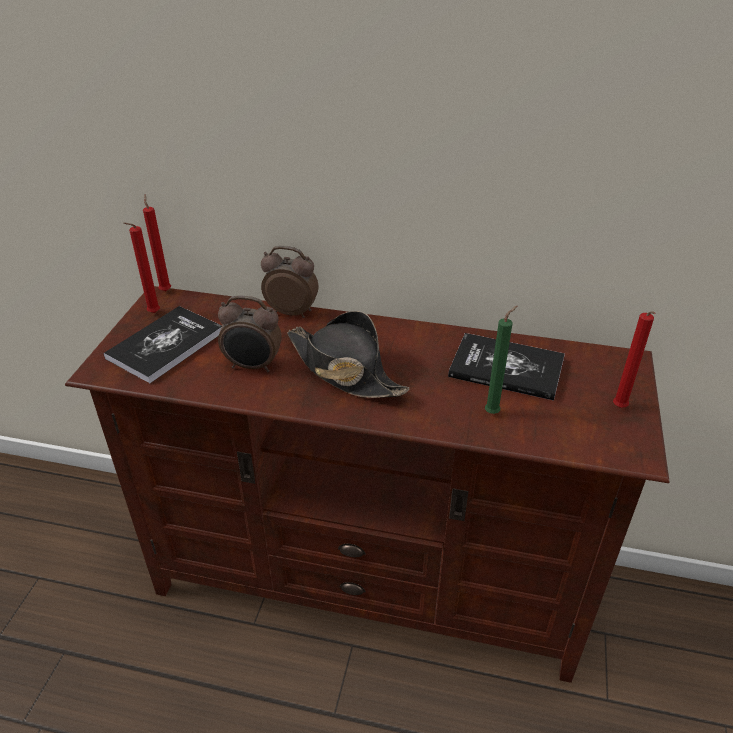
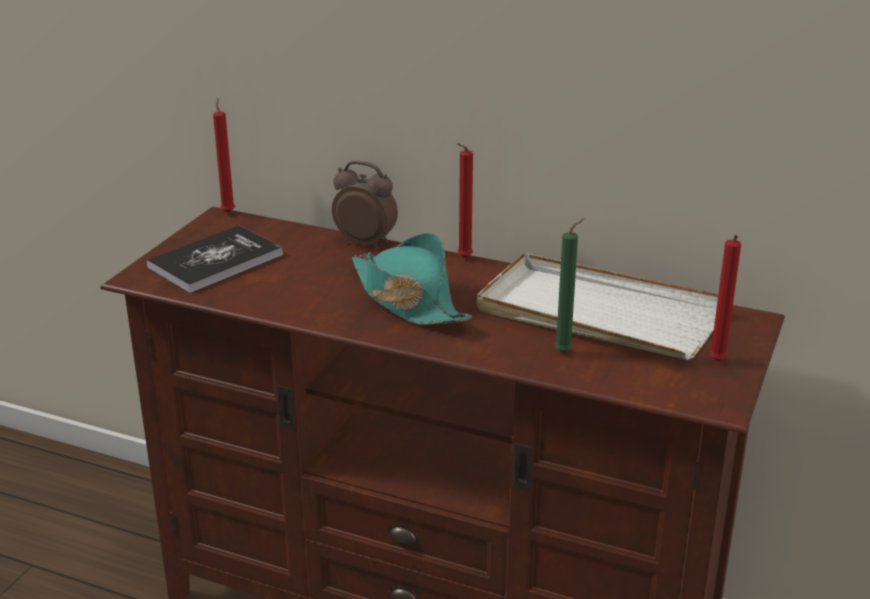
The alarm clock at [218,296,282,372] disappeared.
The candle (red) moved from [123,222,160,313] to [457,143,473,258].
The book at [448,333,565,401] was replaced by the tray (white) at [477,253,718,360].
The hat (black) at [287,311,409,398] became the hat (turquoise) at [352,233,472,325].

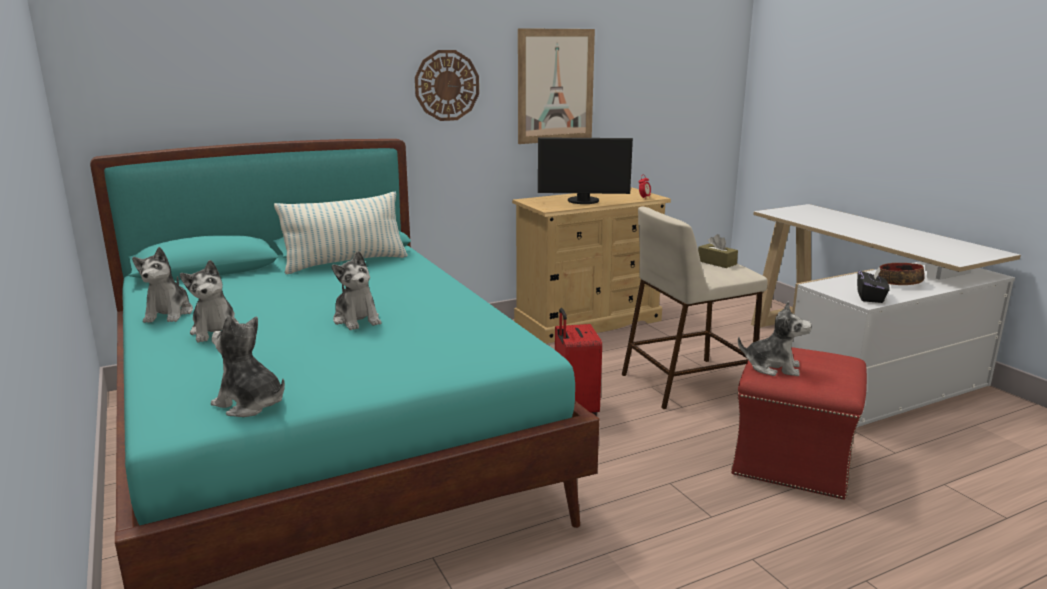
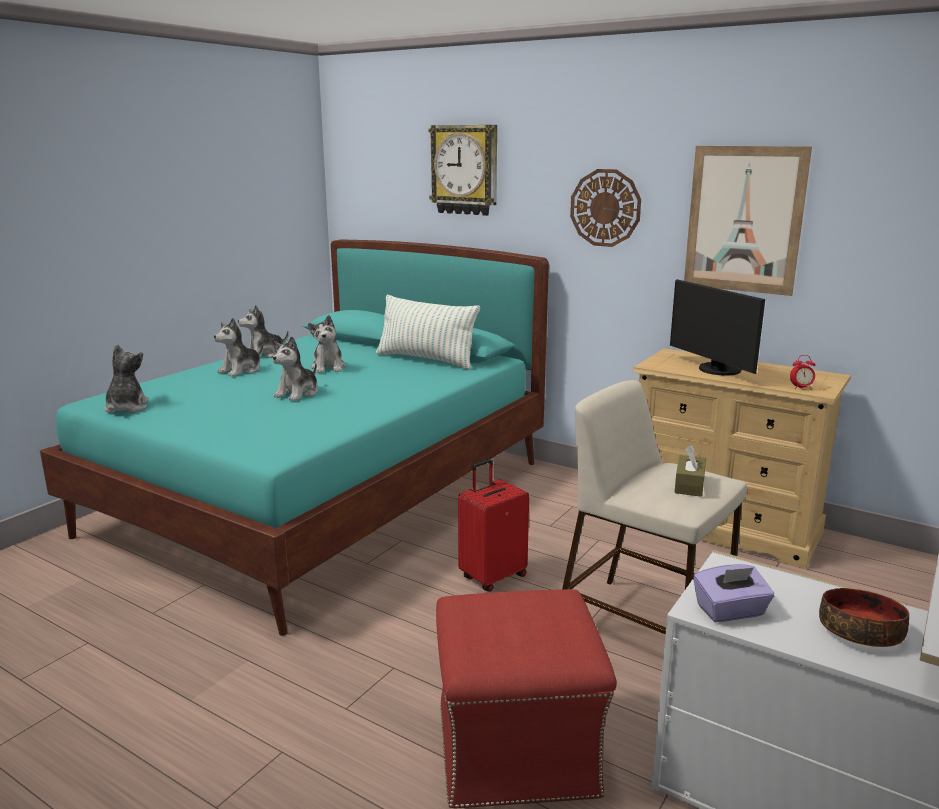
The wall clock at [428,125,497,216] appeared.
The plush toy moved from [738,301,812,376] to [308,315,346,373].
The tissue box (black) at [857,267,890,303] became the tissue box (purple) at [693,564,774,622].

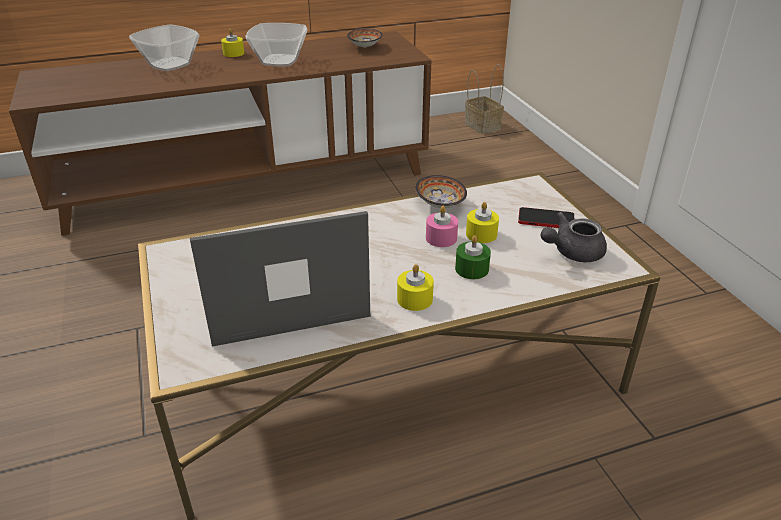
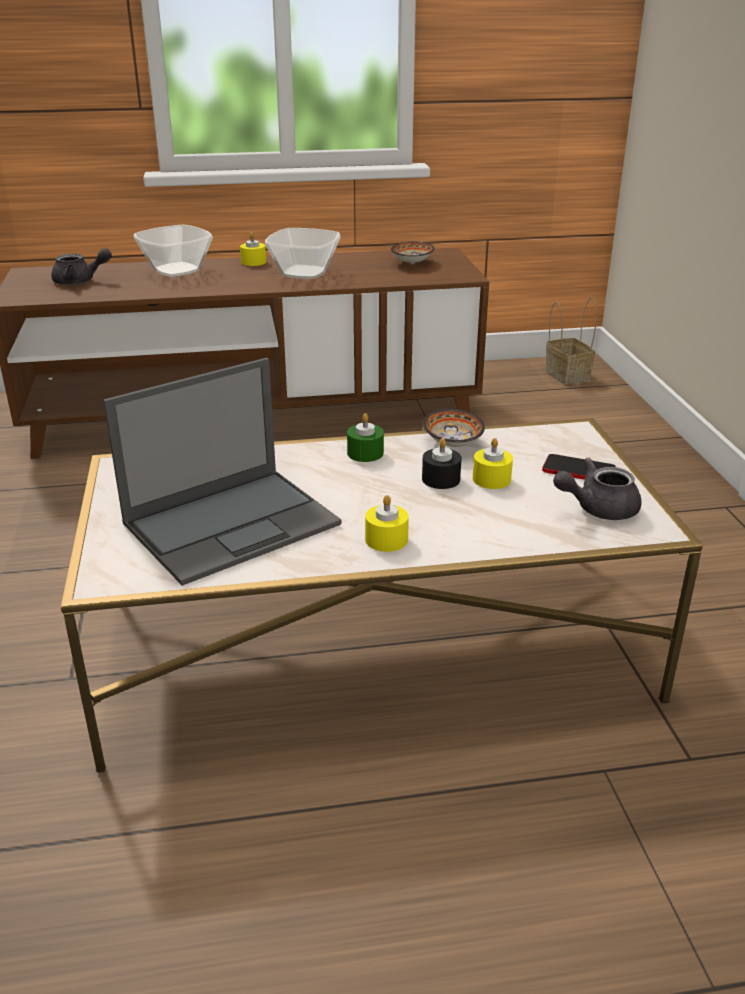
The teapot (grey) at [51,248,112,285] appeared.
The candle (green) moved from [455,235,491,279] to [347,413,384,462].
The candle (pink) at [426,205,458,247] became the candle (black) at [422,438,461,489].
The laptop at [190,211,371,347] turned 150 degrees clockwise.

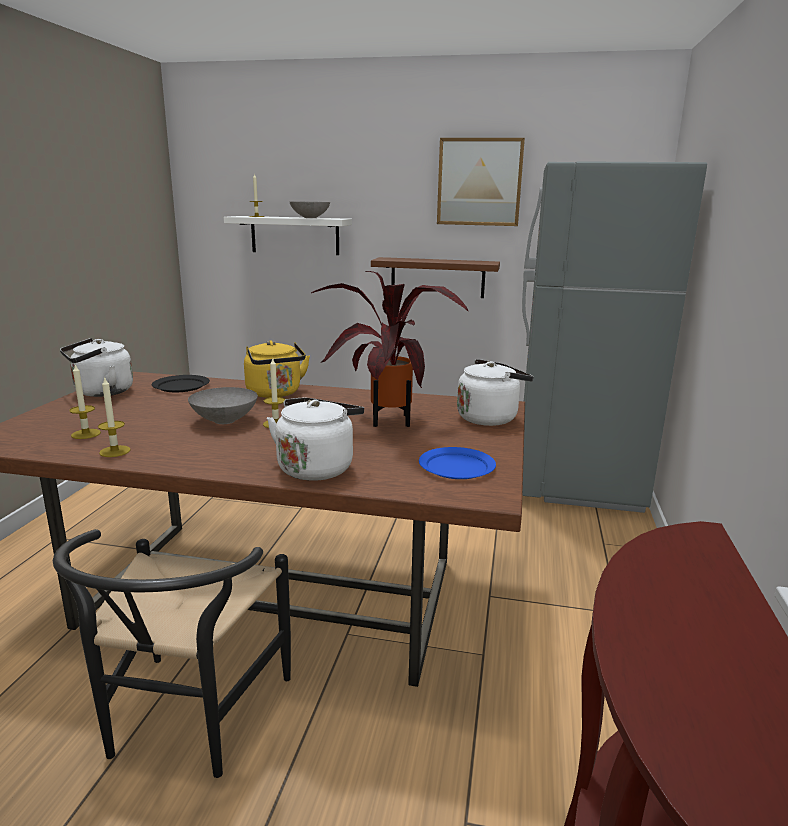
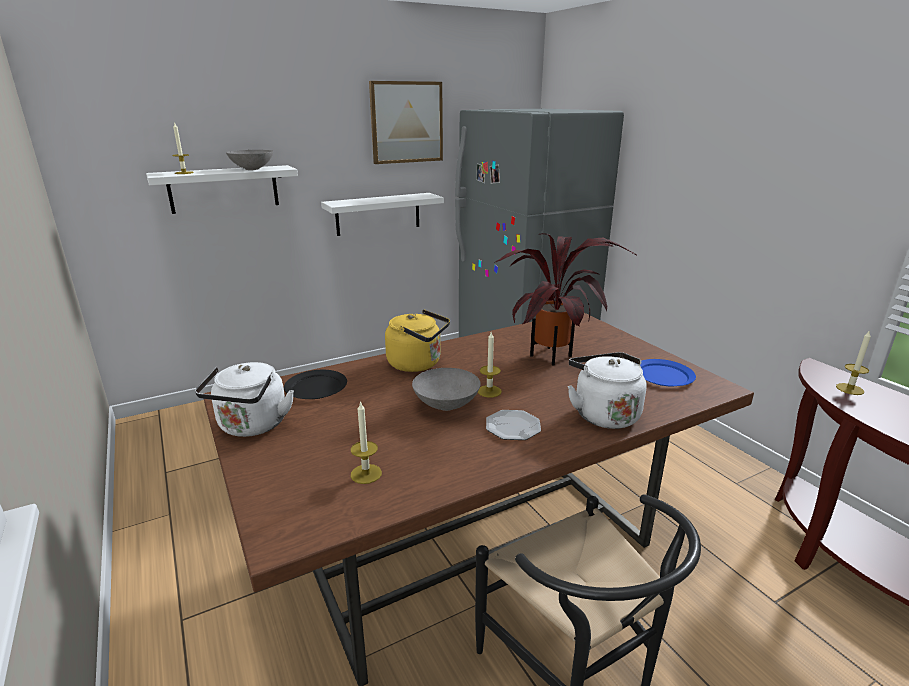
The kettle (white) at [457,359,534,426] disappeared.
The plate at [486,410,541,440] appeared.
The candle moved from [98,376,131,457] to [836,330,871,395].
The shelf (brown) at [371,257,500,298] became the shelf (white) at [321,193,444,236].

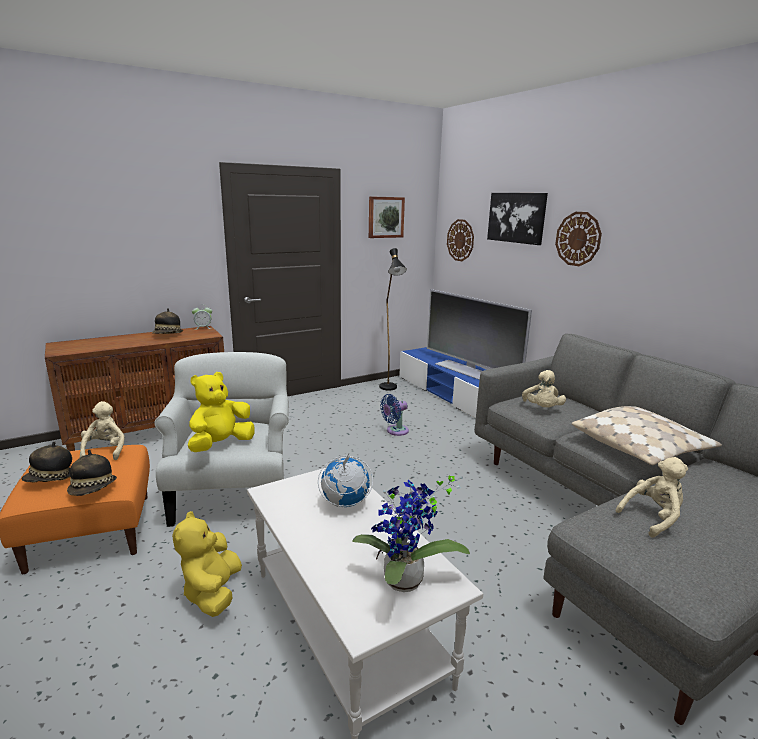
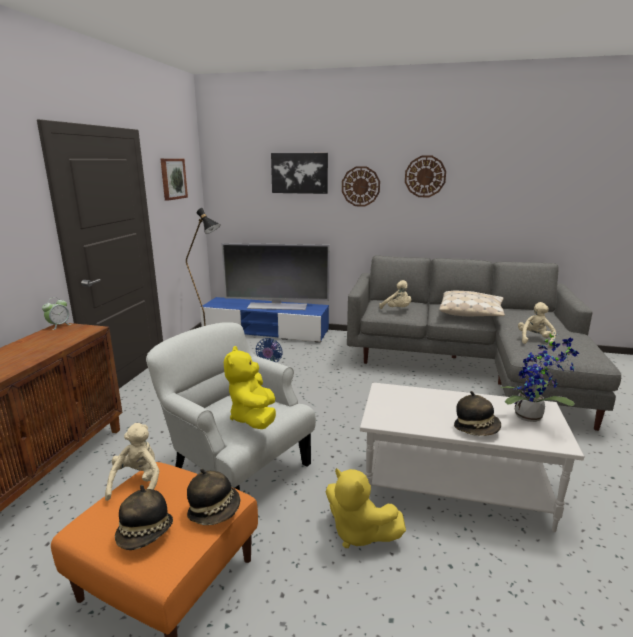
The globe at [318,454,373,507] disappeared.
The hat moved from [152,309,183,334] to [454,391,501,436].
The wall clock moved from [447,219,474,261] to [405,156,446,197].
The plush toy (beige) at [80,401,125,460] turned 60 degrees clockwise.

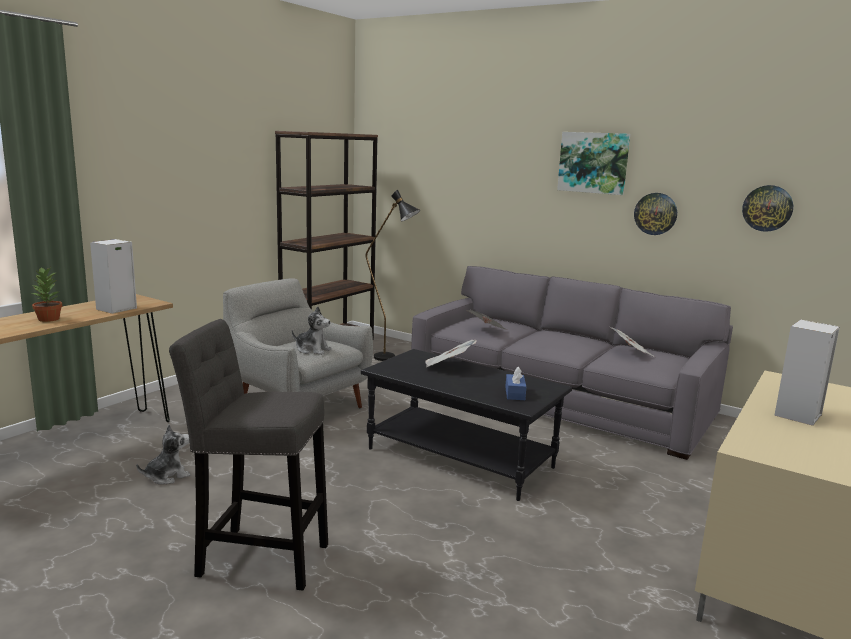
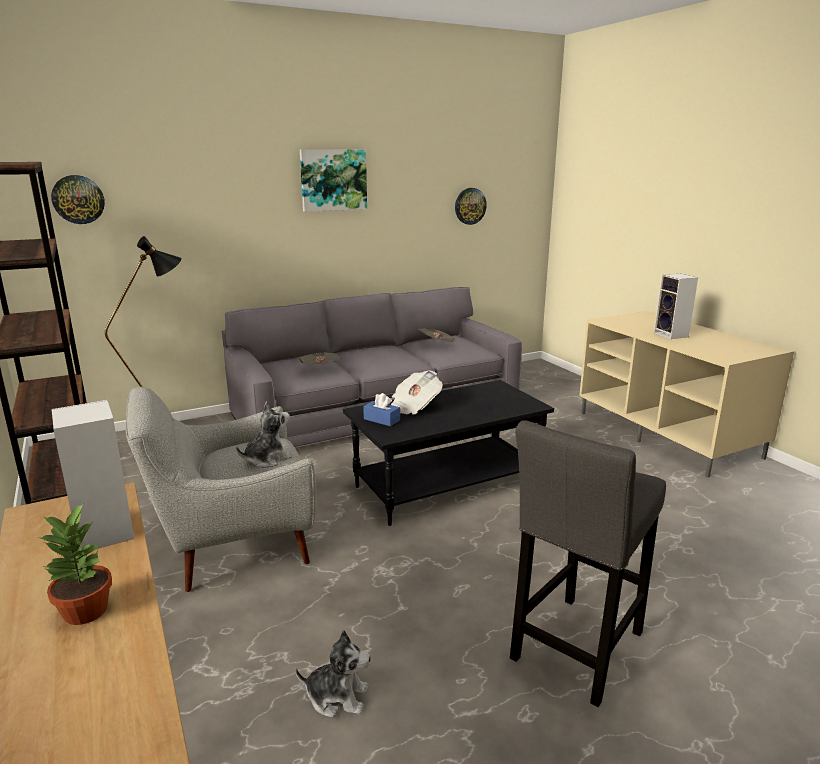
The tissue box (blue) moved from [505,367,526,400] to [363,393,400,426].
The wall clock moved from [634,193,677,235] to [51,175,105,224].
The plush toy at [136,424,190,485] turned 105 degrees clockwise.

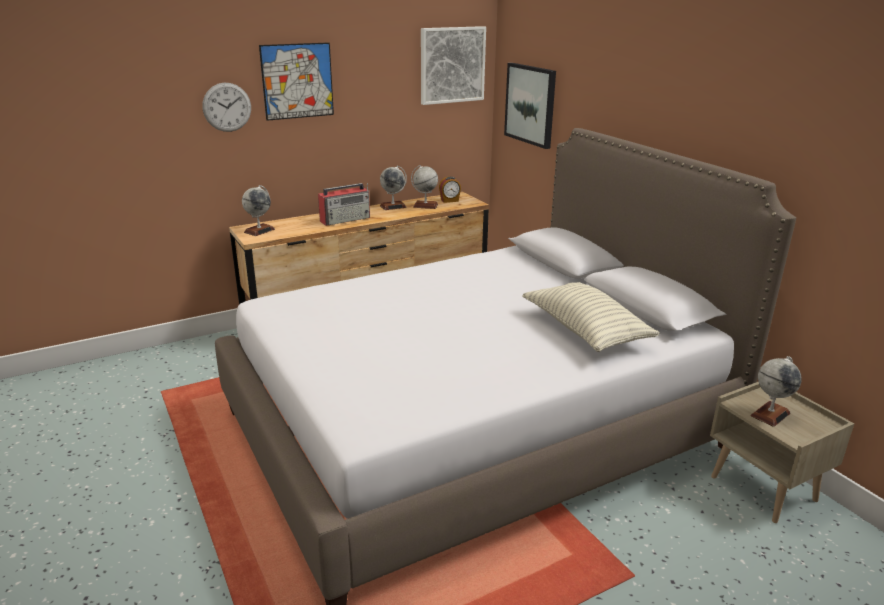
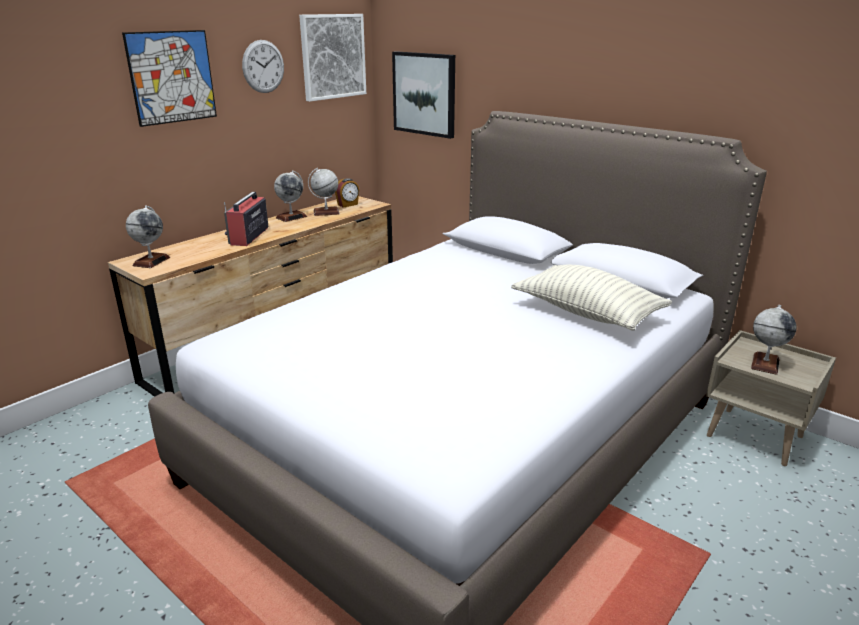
The wall clock moved from [202,83,251,132] to [242,40,284,93].
The radio at [318,183,370,226] turned 150 degrees clockwise.

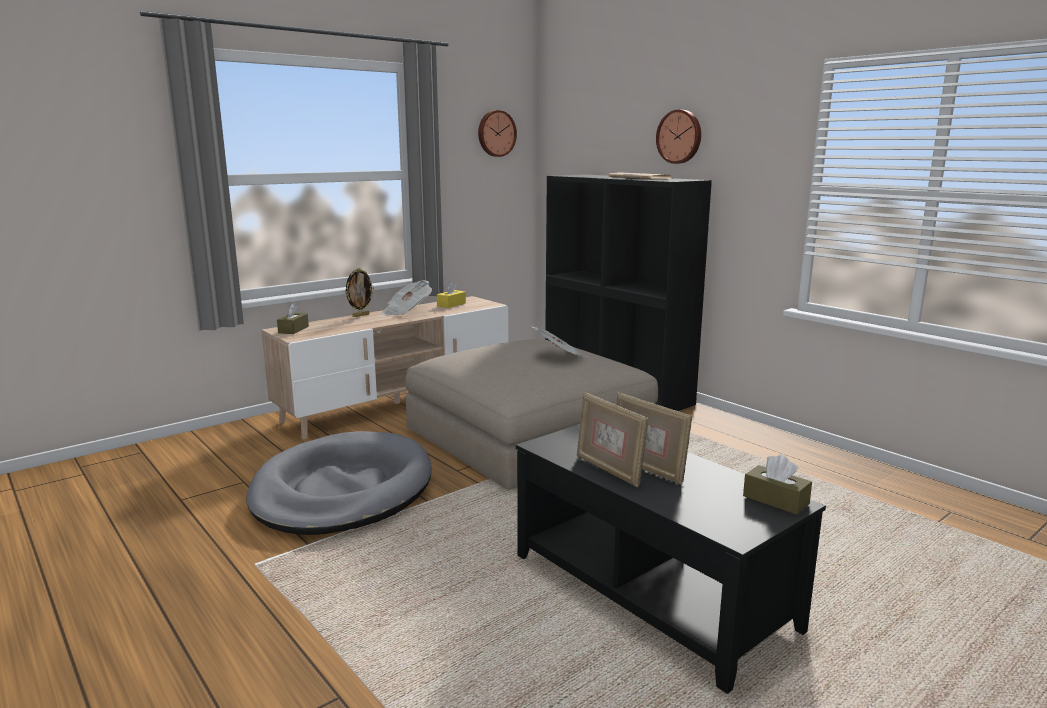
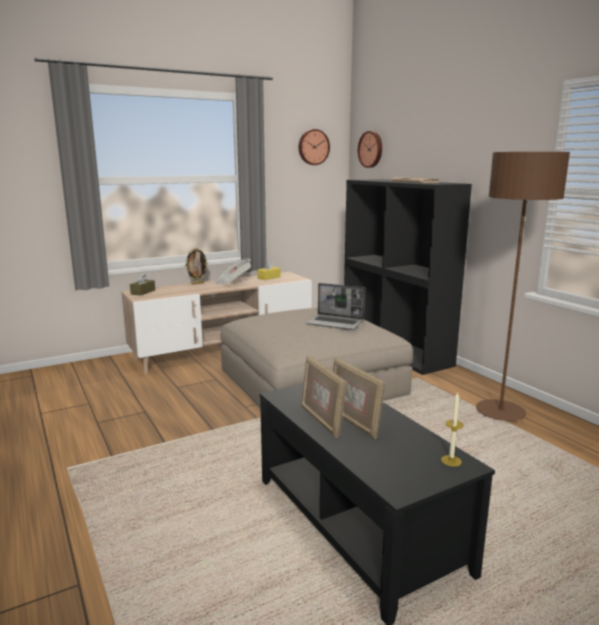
The dog bed (grey) at [246,431,432,535] disappeared.
The floor lamp (brown) at [476,152,570,421] appeared.
The wall clock moved from [656,110,701,164] to [358,131,382,168].
The newspaper at [530,326,590,359] was replaced by the laptop at [306,283,365,330].
The tissue box (brown) at [743,455,812,515] was replaced by the candle at [441,392,464,467].

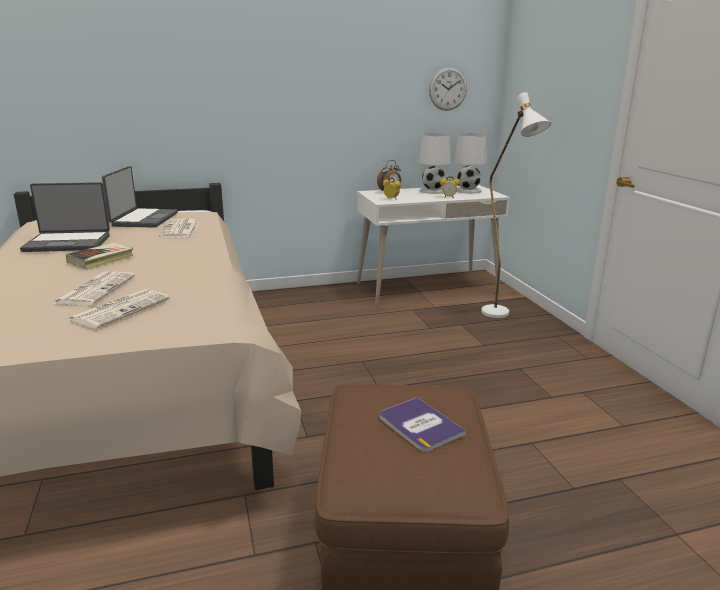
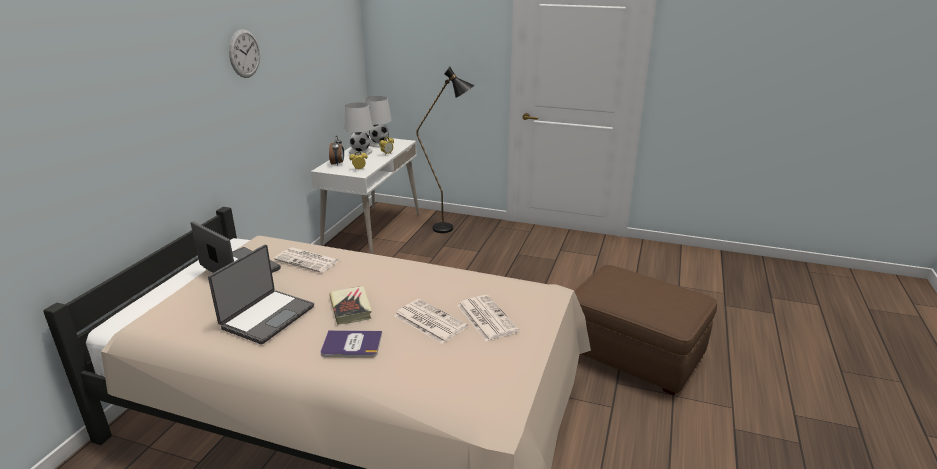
The book moved from [379,397,466,452] to [320,330,382,358].
The wall clock moved from [429,67,467,111] to [229,29,260,78].
The floor lamp (white) at [481,92,551,318] became the floor lamp (black) at [416,67,475,233].

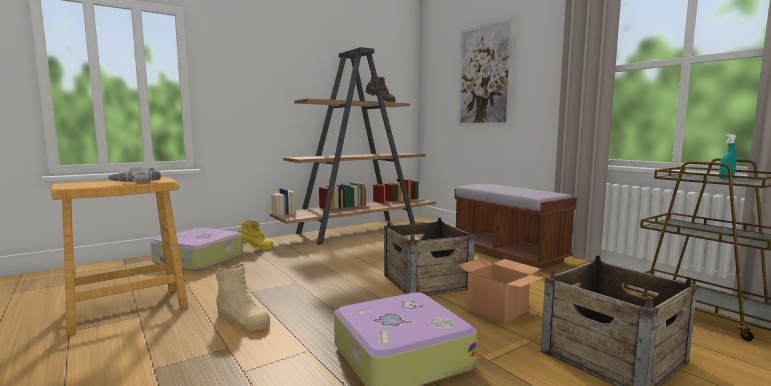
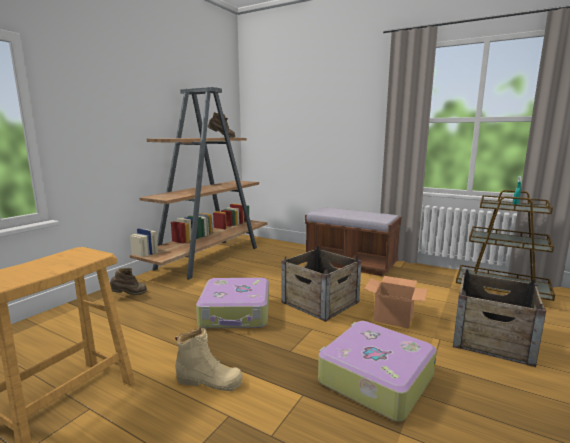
The power drill at [107,167,161,182] disappeared.
The picture at [458,17,514,126] disappeared.
The suitcase moved from [151,227,243,271] to [196,278,269,328].
The boot (yellow) at [238,221,273,250] became the boot (brown) at [110,268,147,295].

